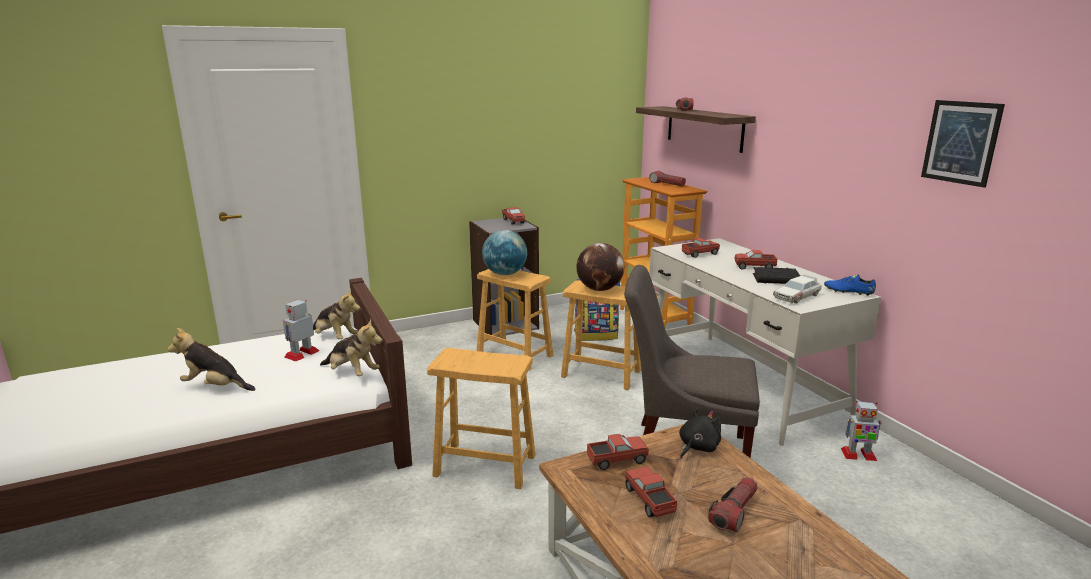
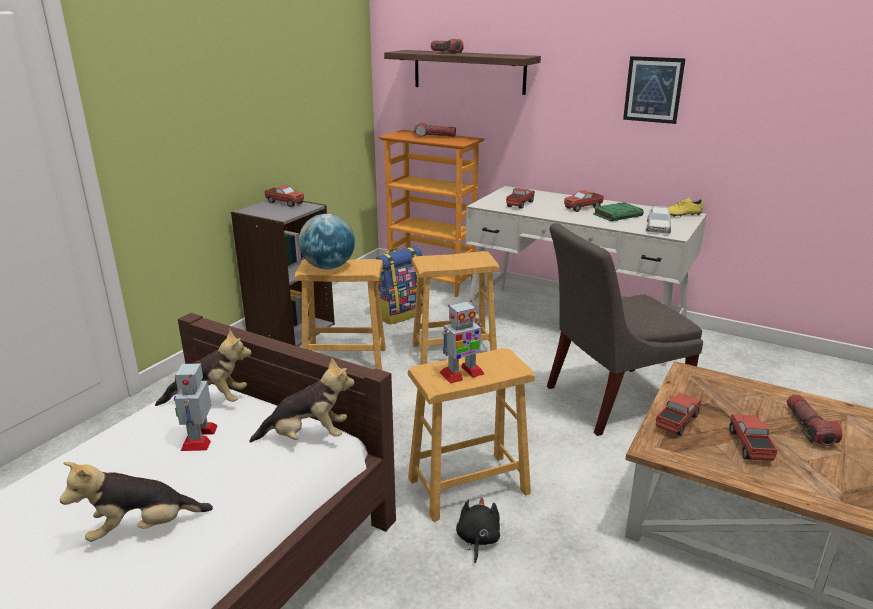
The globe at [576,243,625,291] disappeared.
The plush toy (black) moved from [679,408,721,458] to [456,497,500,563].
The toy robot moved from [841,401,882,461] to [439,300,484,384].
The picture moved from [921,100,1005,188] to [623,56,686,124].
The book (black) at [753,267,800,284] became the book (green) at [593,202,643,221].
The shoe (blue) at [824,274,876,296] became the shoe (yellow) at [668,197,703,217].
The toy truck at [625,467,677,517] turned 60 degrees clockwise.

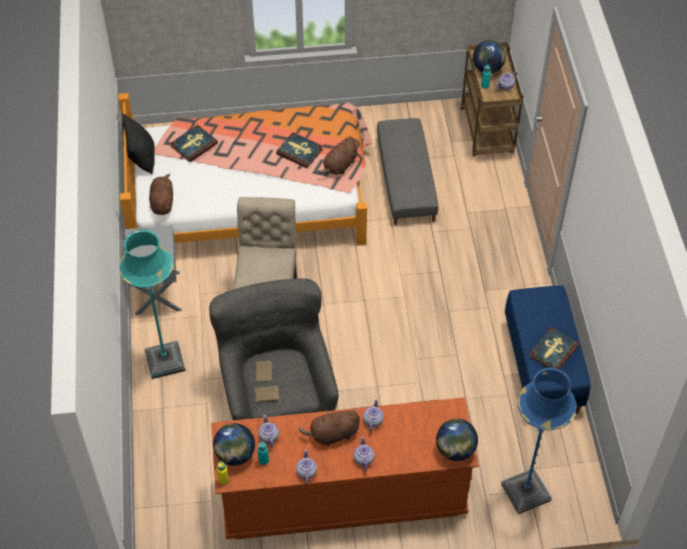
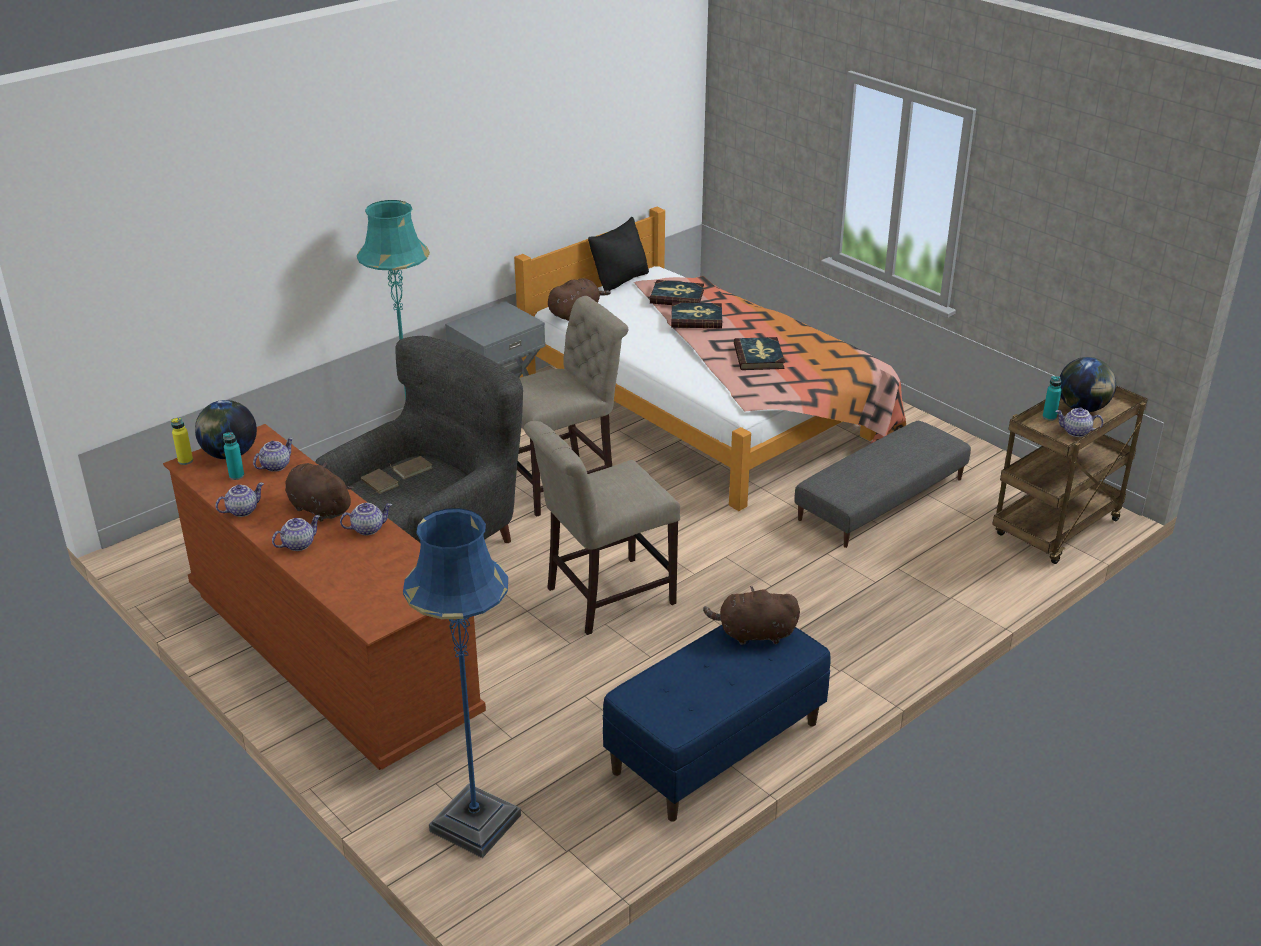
The globe at [436,419,478,461] disappeared.
The chair (beige) at [524,421,680,635] appeared.
The plush toy (brown) moved from [317,137,357,175] to [703,586,800,645].
The book moved from [529,327,579,370] to [671,302,722,328].

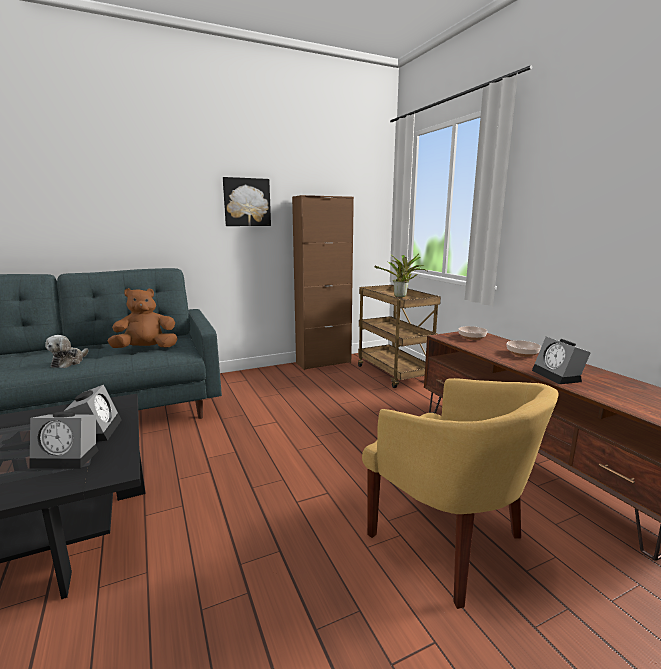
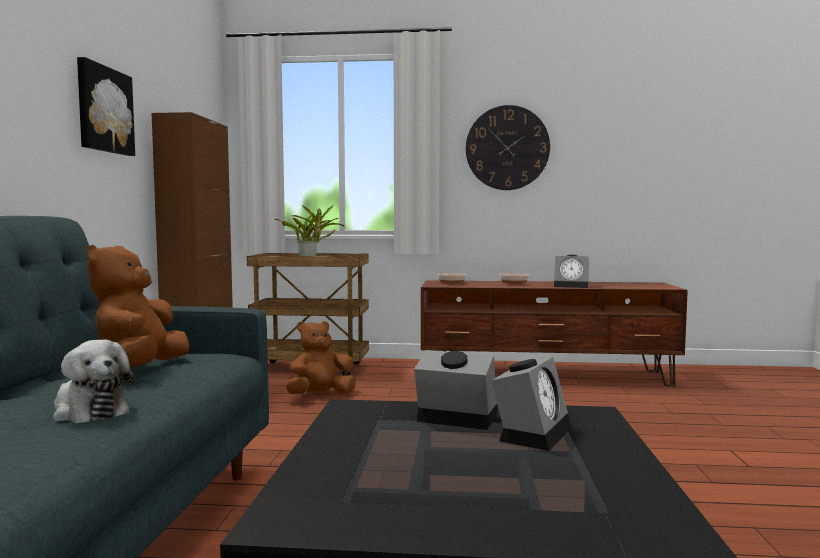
The armchair (yellow) at [362,378,559,609] disappeared.
The plush toy (brown) at [286,321,356,394] appeared.
The wall clock at [466,105,550,190] appeared.

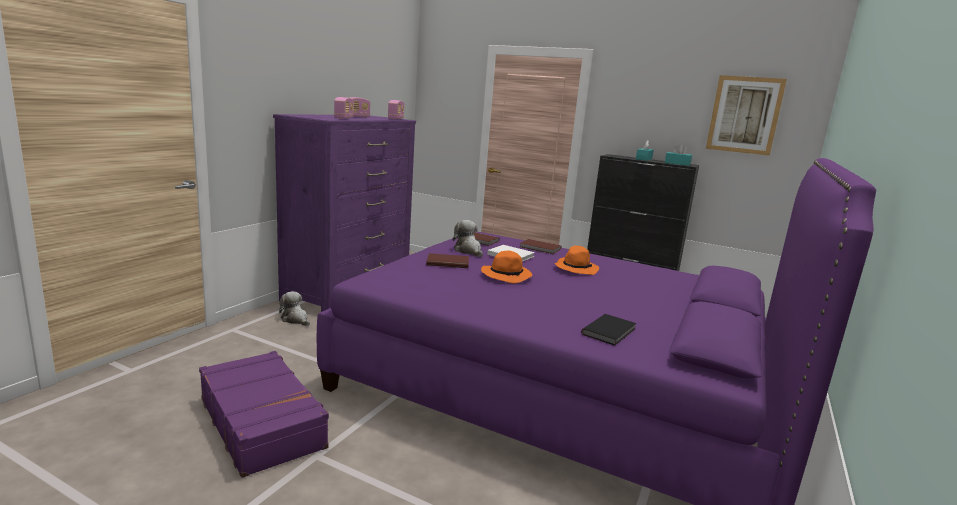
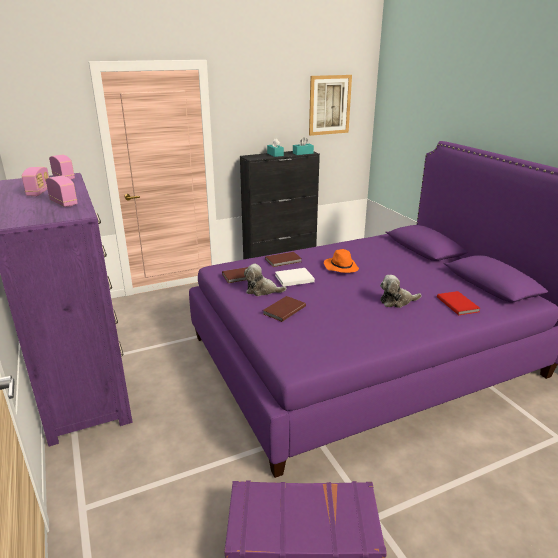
The hat (orange) at [481,251,532,284] disappeared.
The plush toy moved from [279,291,310,326] to [380,275,422,308].
The book (black) at [581,314,636,346] became the book (red) at [437,291,480,315].

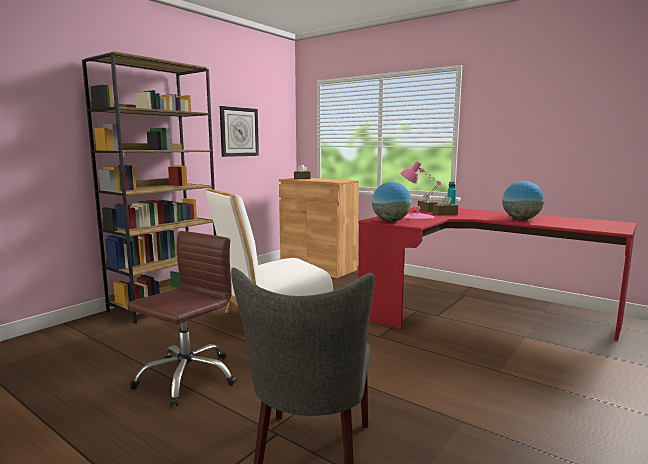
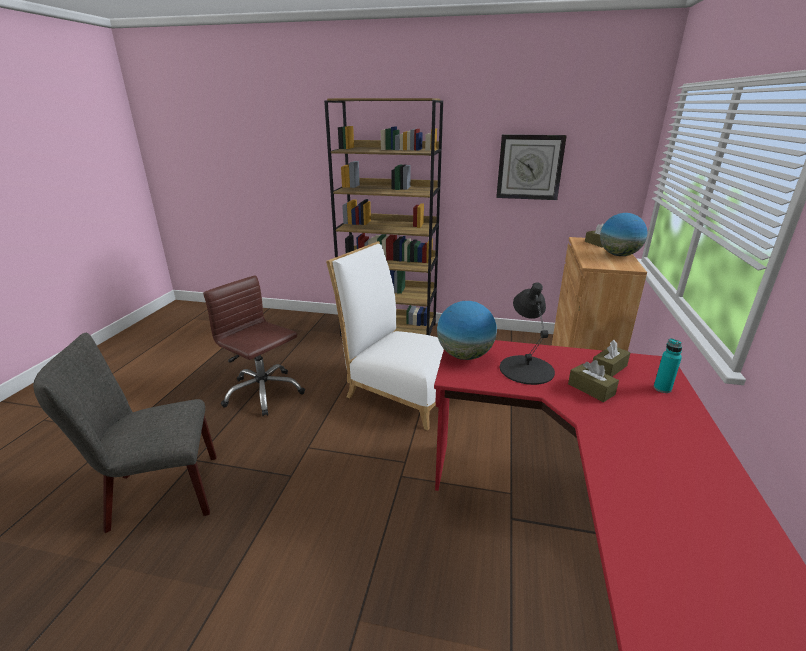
The globe moved from [502,181,544,220] to [600,213,647,256].
The table lamp (pink) at [400,161,442,220] became the table lamp (black) at [500,282,555,385].
The office chair (brown) at [127,231,236,406] turned 150 degrees counterclockwise.

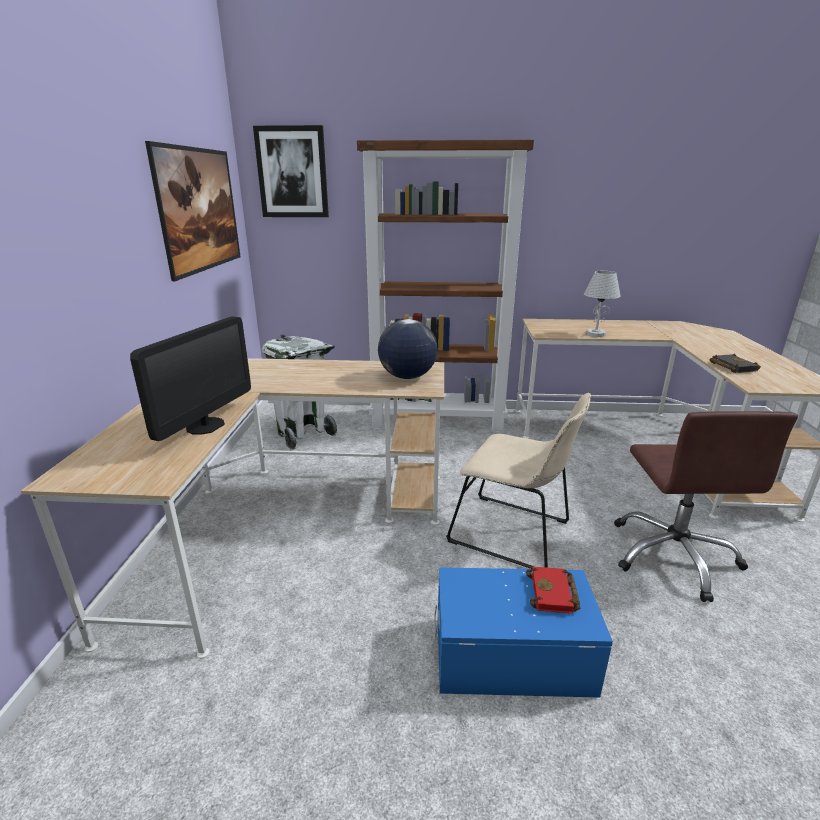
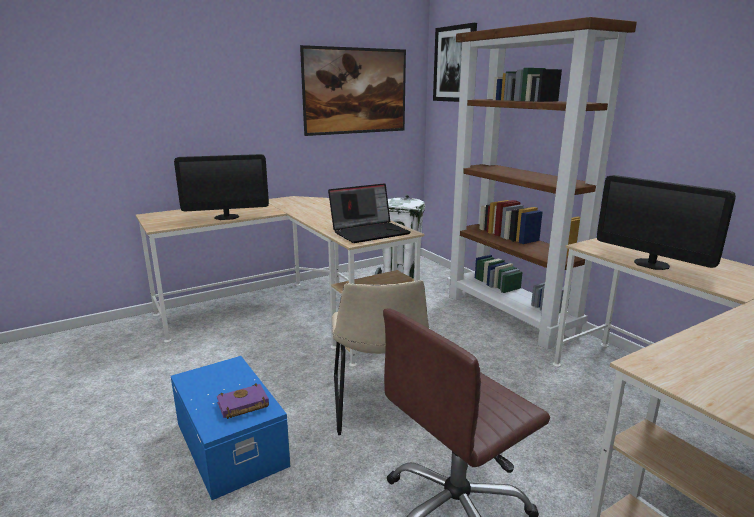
The book (black) at [709,354,761,373] disappeared.
The globe at [378,319,438,379] was replaced by the laptop at [328,183,411,243].
The table lamp (white) at [584,271,621,337] was replaced by the monitor at [597,175,736,270].
The book (red) at [526,567,580,614] became the book (purple) at [217,384,269,419].

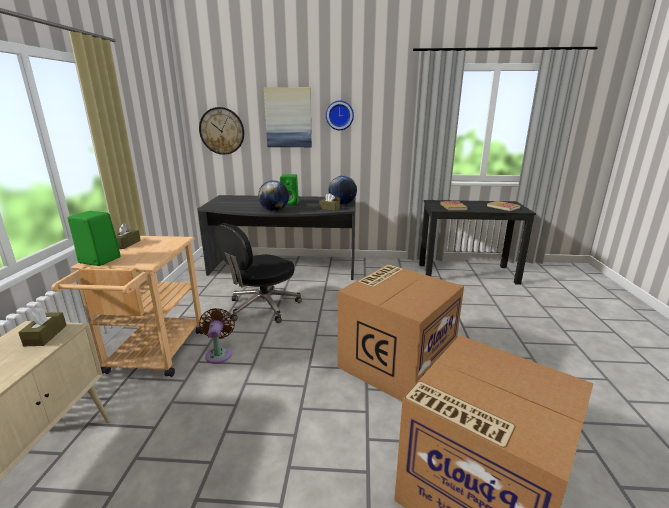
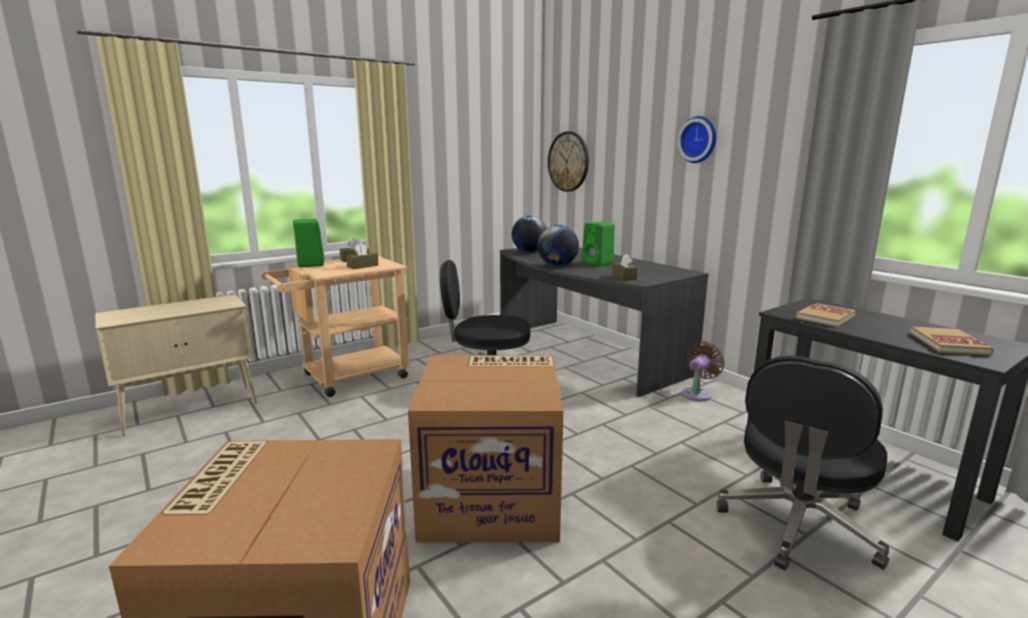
The picture at [264,87,312,147] disappeared.
The office chair (black) at [716,356,889,571] appeared.
The tissue box (brown) moved from [18,308,67,346] to [346,243,379,269].
The fan (brown) moved from [199,308,235,364] to [682,342,724,401].
The globe moved from [329,176,357,205] to [512,216,547,253].

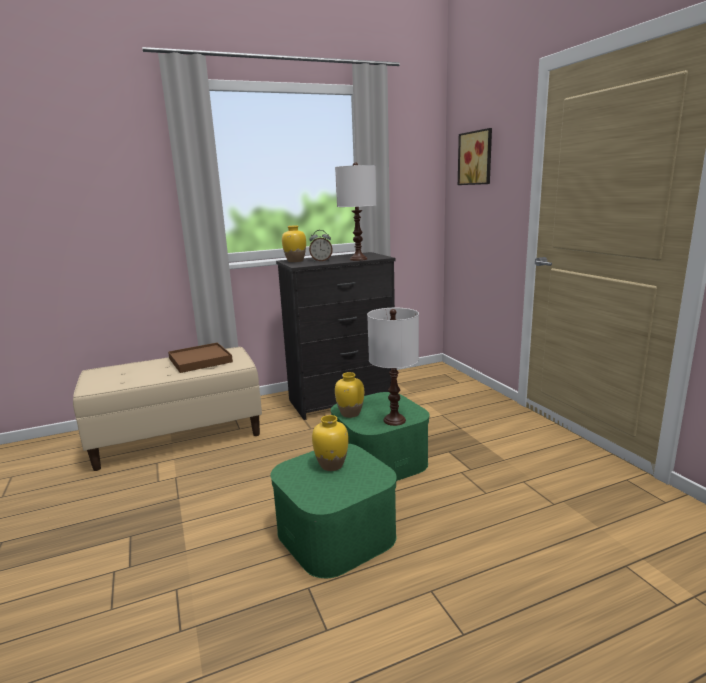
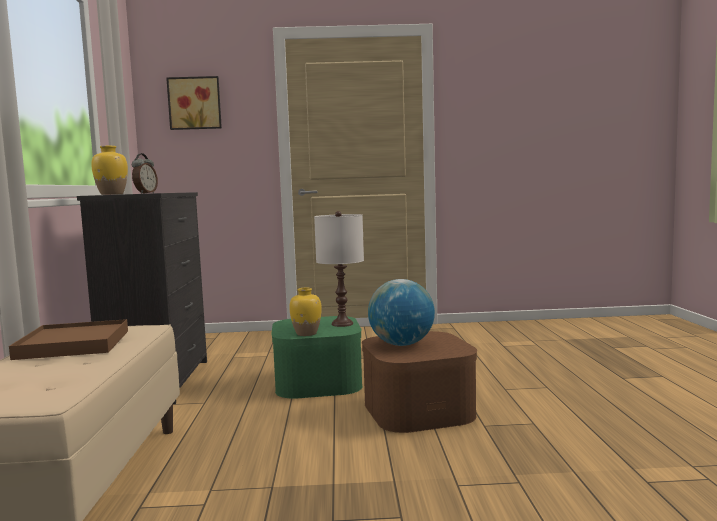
The table lamp (white) at [335,162,376,261] disappeared.
The vase (yellow) at [312,415,349,471] was replaced by the globe at [368,279,435,346].
The storage box (green) at [270,444,397,578] became the storage box (brown) at [362,331,477,433].

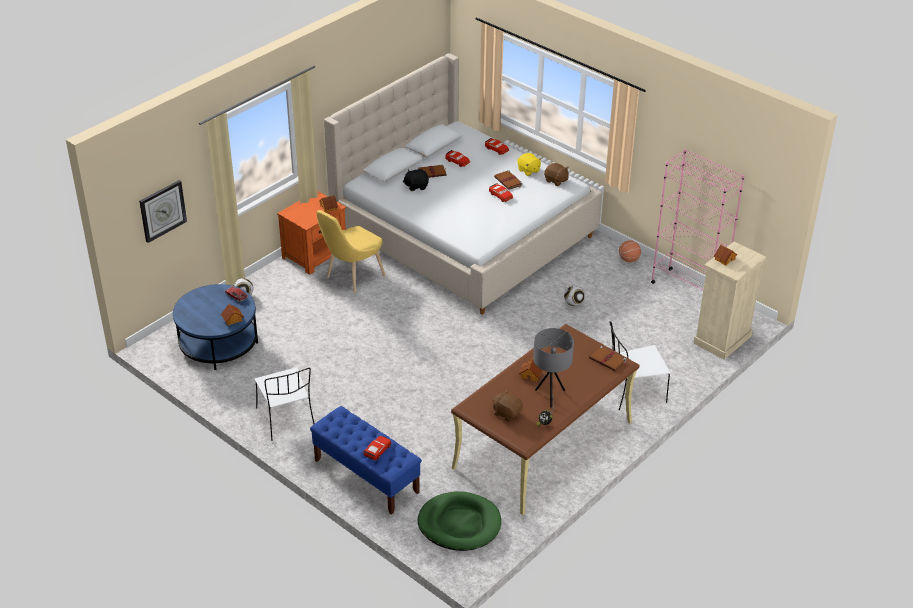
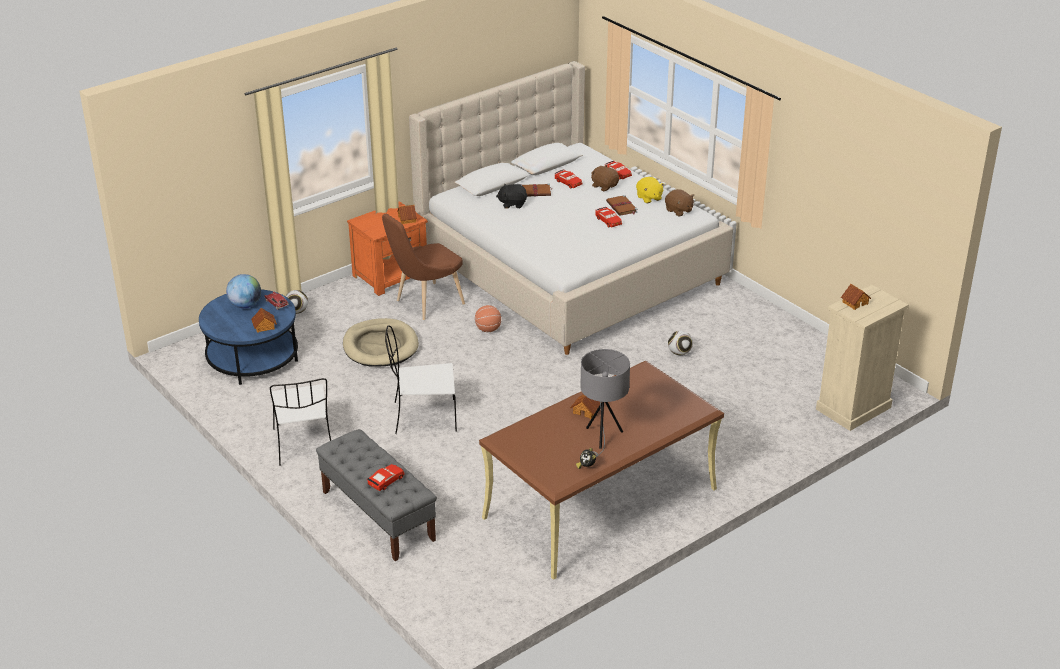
The wall clock at [139,180,187,243] disappeared.
The dog bed (green) at [418,491,501,551] disappeared.
The book (brown) at [589,346,626,371] disappeared.
The bookcase (pink) at [651,149,745,291] disappeared.
The globe at [226,274,261,308] appeared.
The dog bed (beige) at [343,318,419,367] appeared.
The plush toy (brown) moved from [493,390,523,421] to [591,165,619,192].
The chair (white) moved from [609,321,670,410] to [385,325,457,434].
The basketball moved from [619,240,641,262] to [475,305,501,332].
The bench (blue) at [310,406,422,515] became the bench (grey) at [316,429,437,561].
The chair (yellow) at [316,210,385,294] became the chair (brown) at [382,214,465,320].

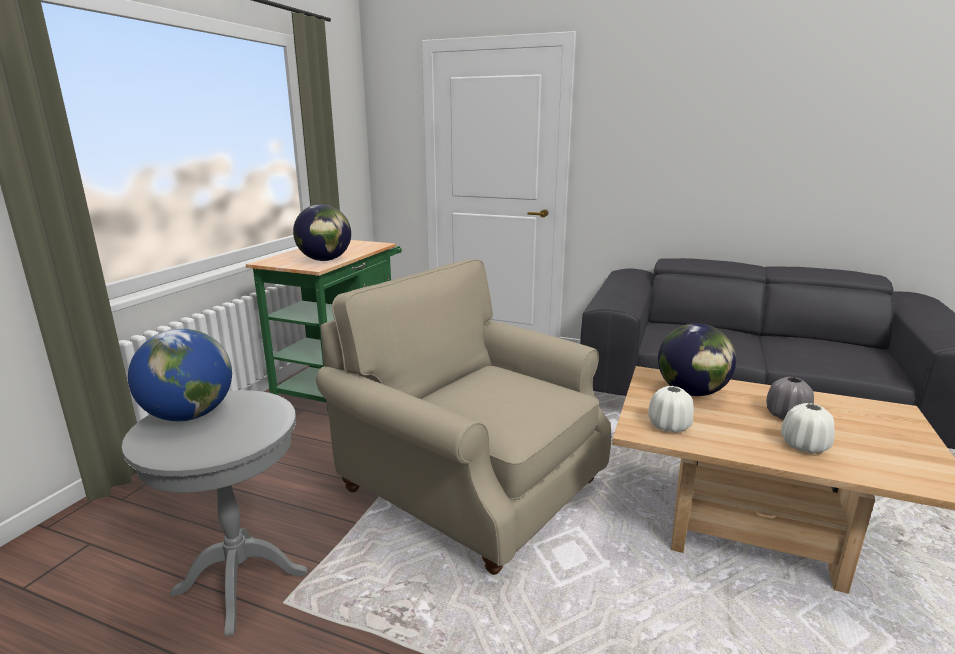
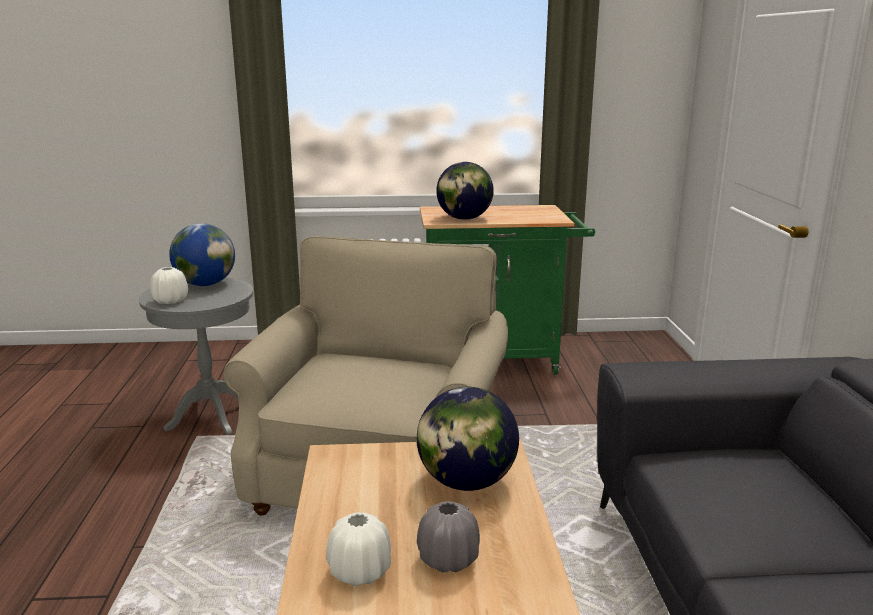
The vase (white) moved from [648,386,694,433] to [151,267,188,304].

